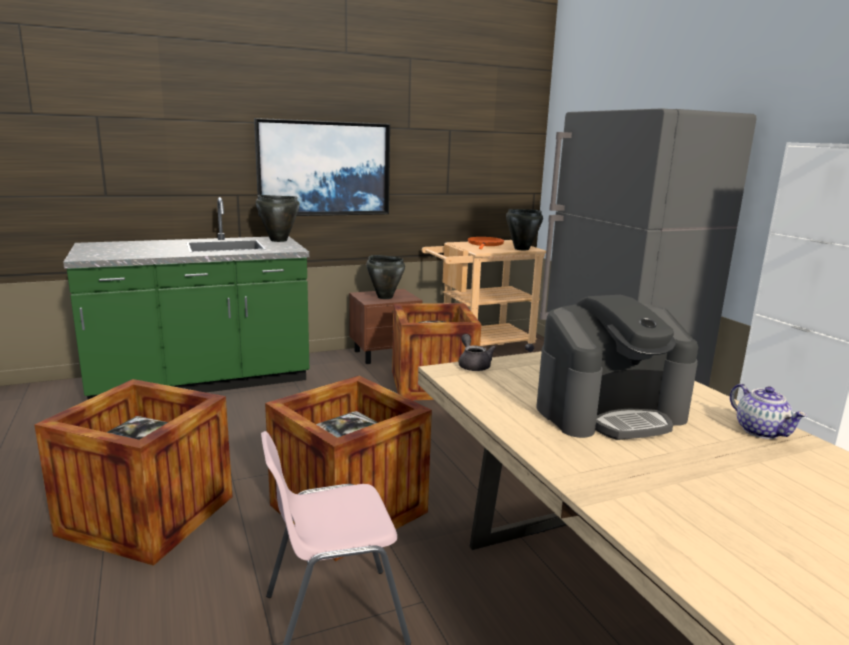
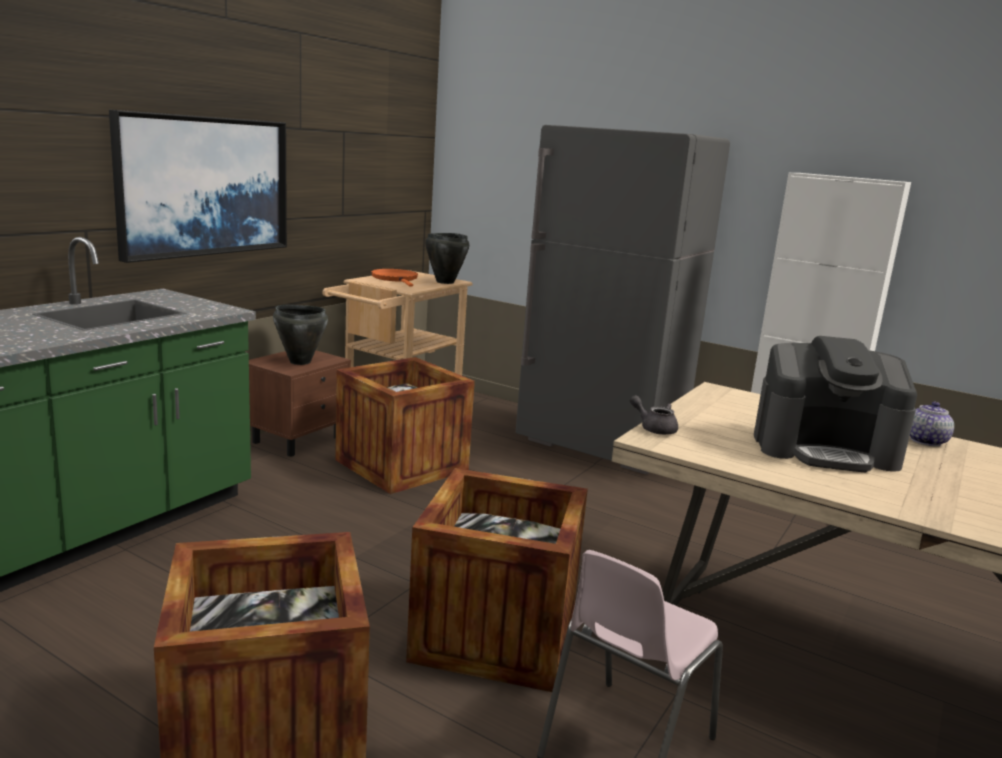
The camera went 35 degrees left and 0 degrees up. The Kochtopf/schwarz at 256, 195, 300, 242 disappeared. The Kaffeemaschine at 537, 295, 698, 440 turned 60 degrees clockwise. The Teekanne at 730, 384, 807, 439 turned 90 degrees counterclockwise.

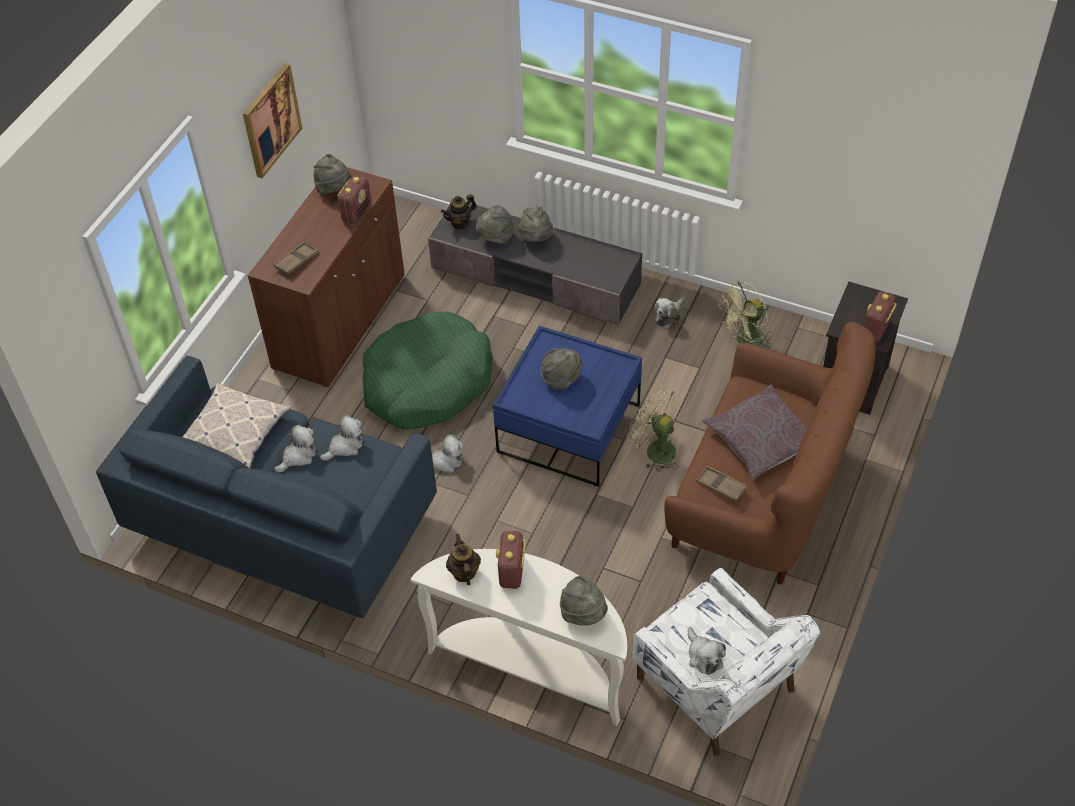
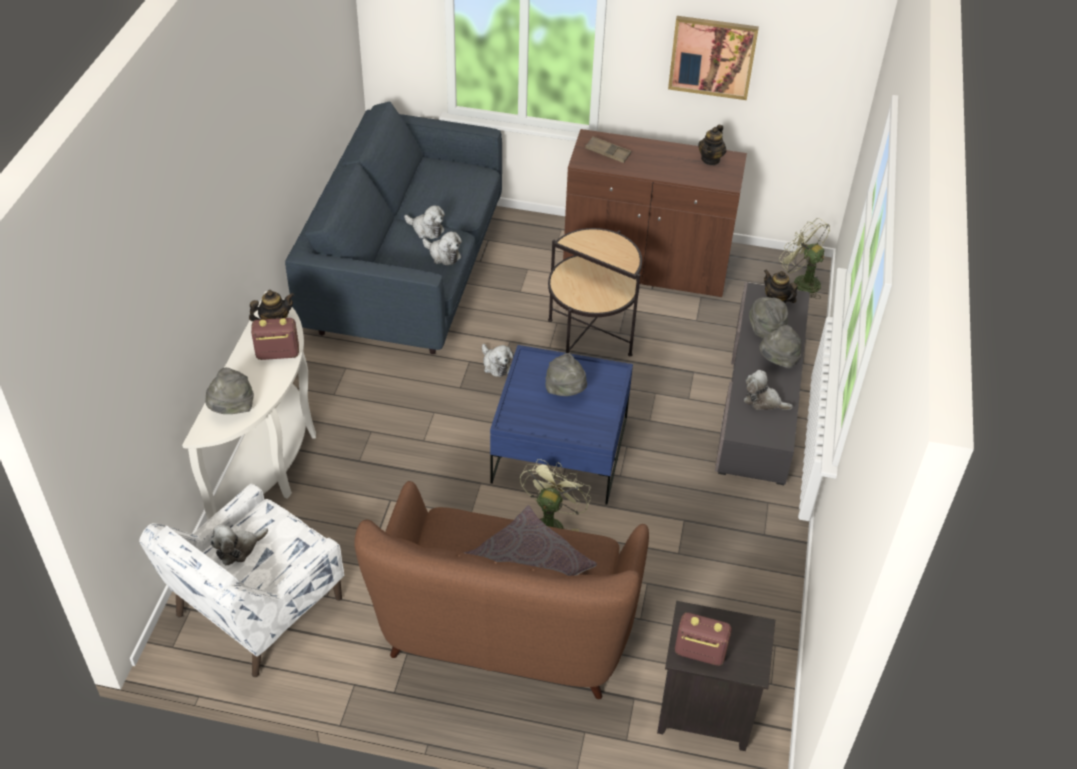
The camera went 75 degrees right and 5 degrees down. The Kissen at 183, 383, 292, 468 disappeared. The Hut/grau at 314, 154, 352, 194 was replaced by the Teekanne at 698, 125, 726, 165. The Radio at 337, 175, 372, 224 disappeared. The Hundebett/grün at 363, 311, 493, 430 was replaced by the Beistelltisch at 548, 228, 642, 356. The Plüschtier moved from 655, 297, 685, 329 to 744, 370, 793, 410. The Tablett/braun at 696, 466, 747, 502 disappeared. The Ventilator/grün moved from 718, 281, 773, 348 to 779, 218, 830, 299.

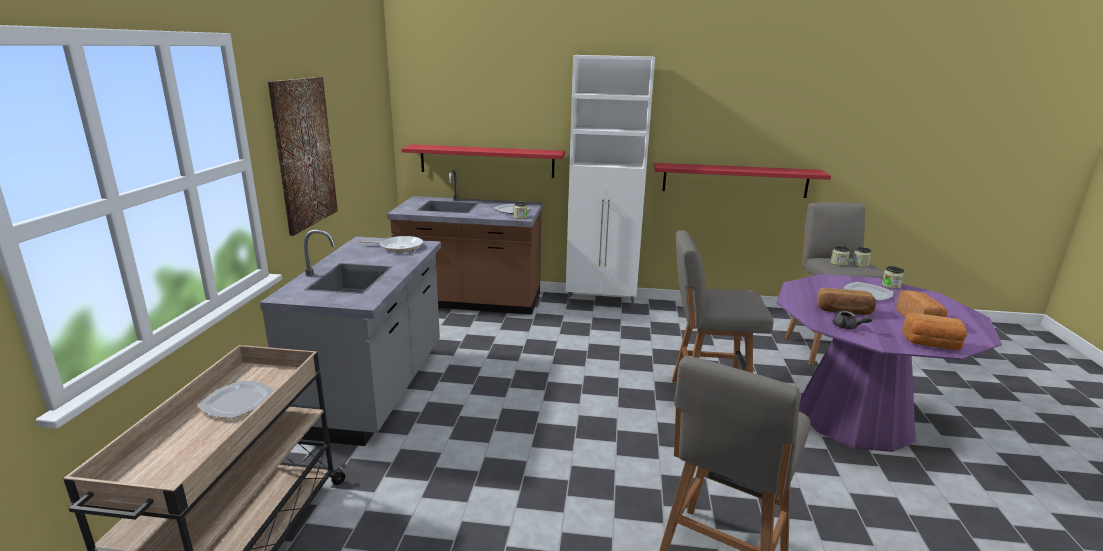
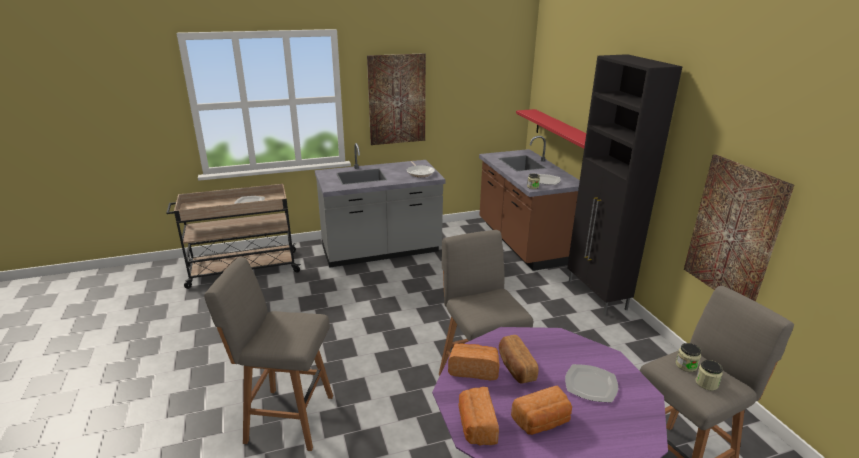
The camera went 65 degrees right and 5 degrees up. The Schrank/weiß at 566, 55, 655, 310 became the Schrank/schwarz at 567, 54, 683, 315. The Wandregal/rot at 654, 163, 831, 198 was replaced by the Bild at 684, 154, 794, 302. The Teekanne/grau at 833, 311, 872, 329 was replaced by the Brot at 448, 343, 499, 380. The Vorratsglas at 881, 266, 904, 289 disappeared.

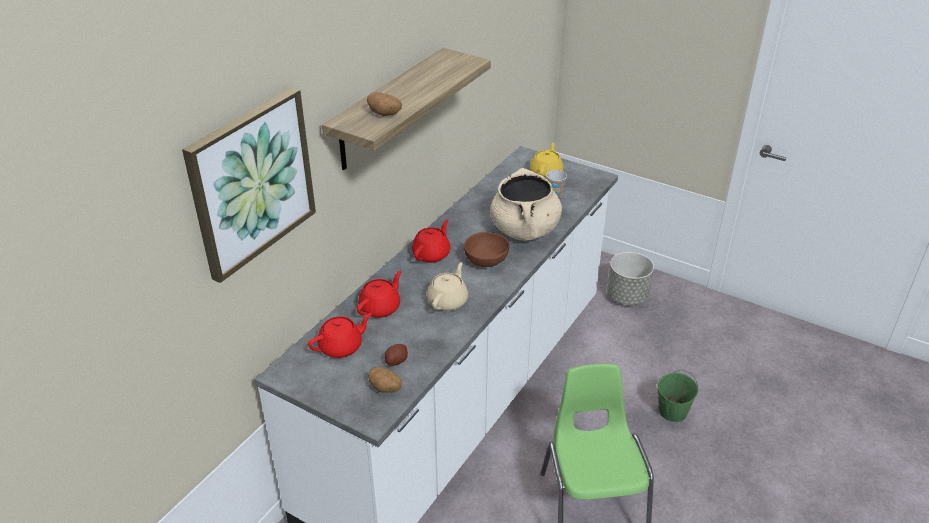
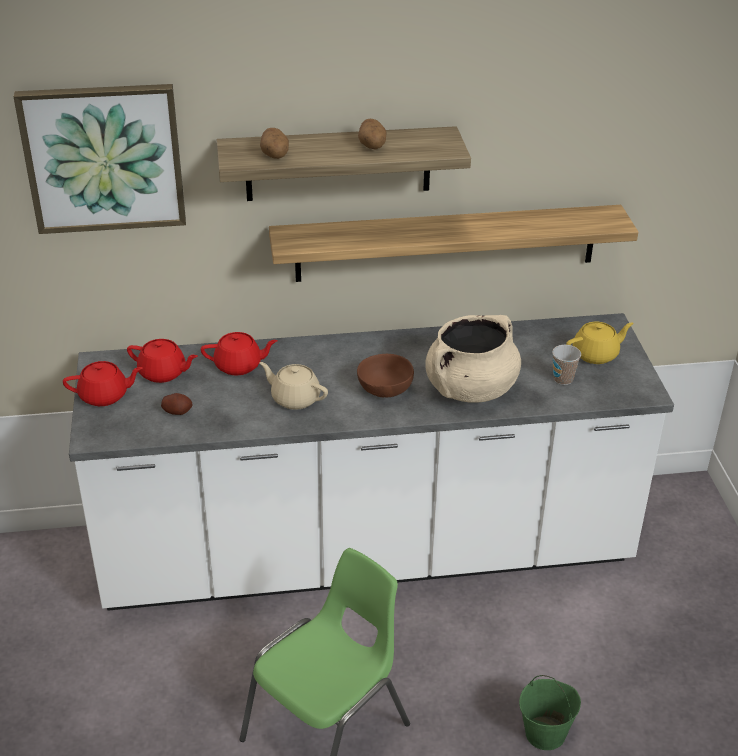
The camera went 50 degrees right and 0 degrees up. The Kartoffel moved from 368, 367, 402, 393 to 358, 119, 386, 150. The Teekanne/rot moved from 412, 219, 450, 263 to 63, 361, 143, 406. The Teekanne/beige at 427, 262, 468, 311 turned 135 degrees counterclockwise. The Pflanzkübel/grau at 607, 252, 654, 305 disappeared. The Wandregal at 269, 205, 638, 282 appeared.

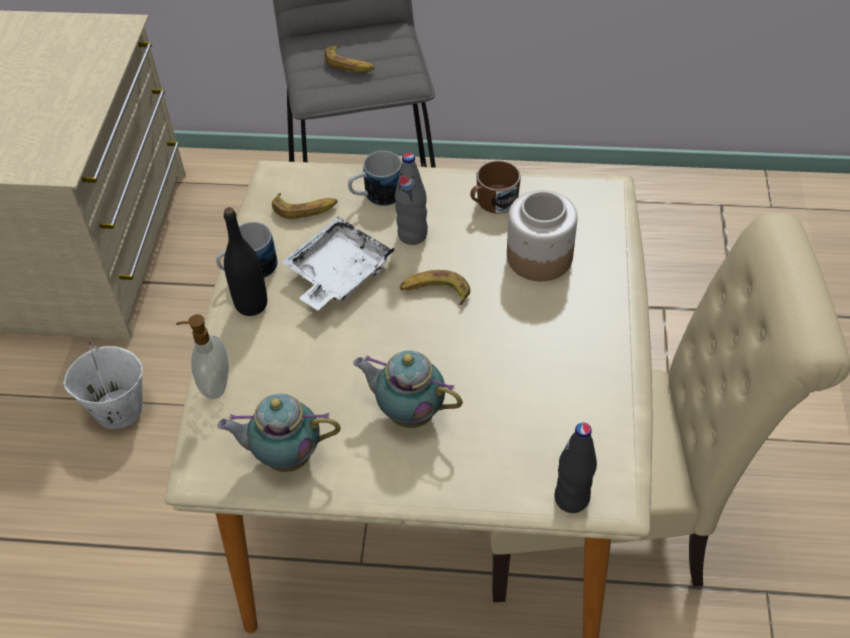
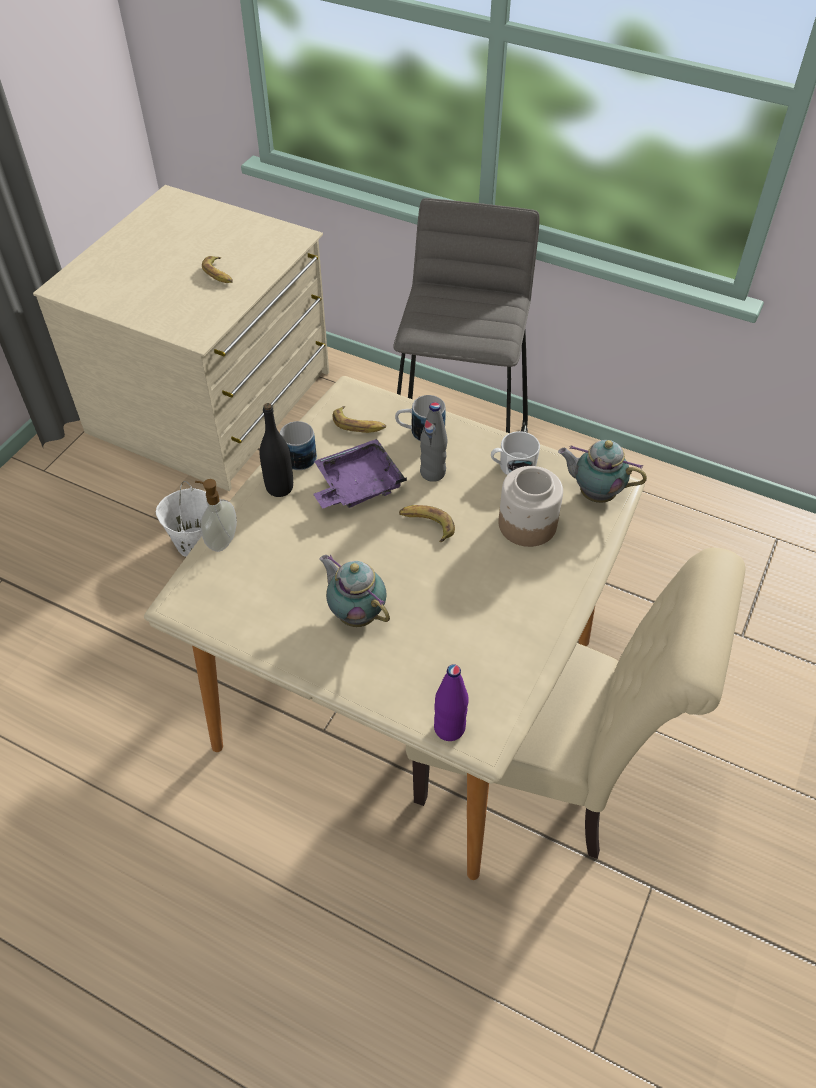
The camera went 20 degrees right and 0 degrees up. The Teekanne moved from 217, 393, 340, 472 to 558, 440, 647, 503. The Tablett/weiß at 282, 217, 394, 310 became the Tablett/lila at 313, 439, 407, 509. The Banane moved from 324, 45, 375, 72 to 202, 256, 233, 283. The Henkelbecher/braun at 470, 160, 521, 213 became the Henkelbecher/weiß at 491, 431, 540, 475. The Flasche/schwarz at 554, 423, 597, 513 became the Flasche/lila at 434, 664, 469, 741.

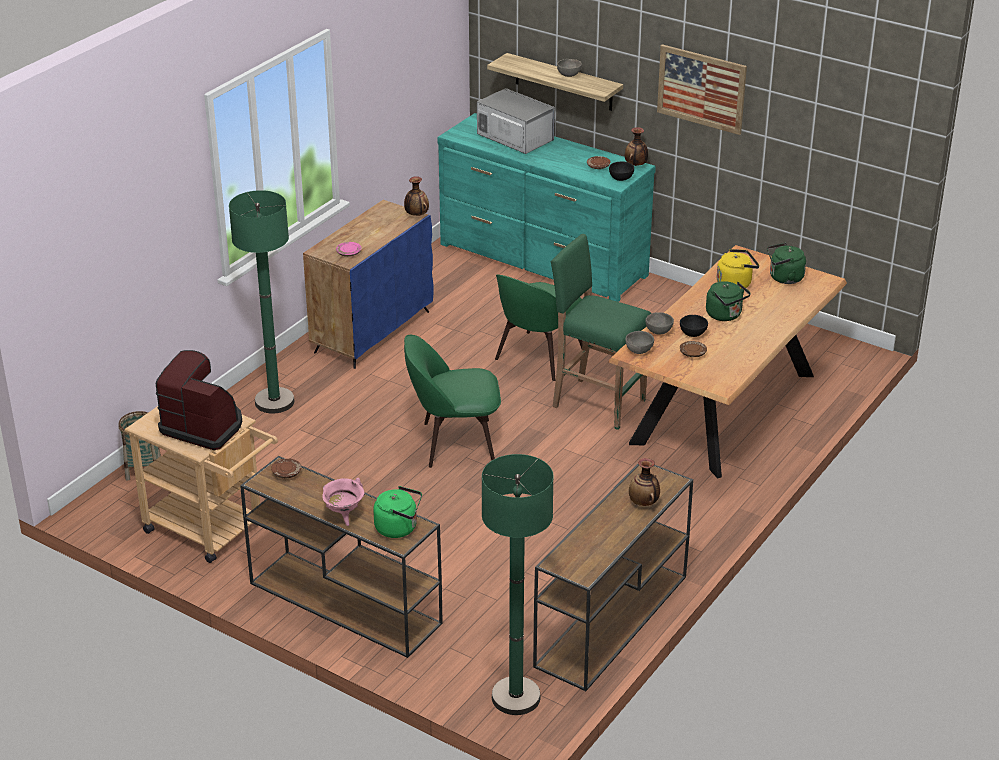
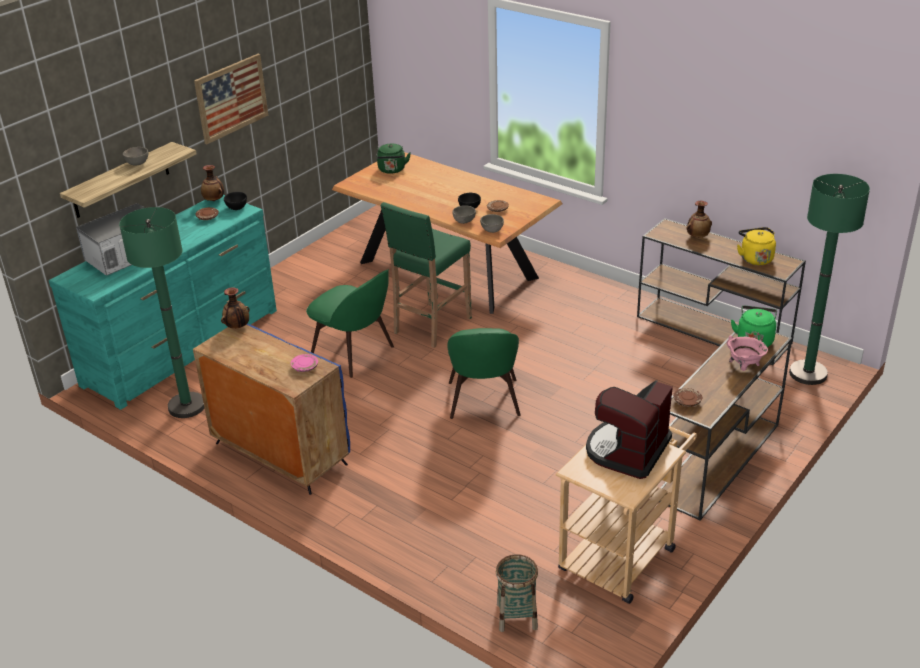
The camera went 85 degrees left and 0 degrees up. The Stehlampe/grün moved from 229, 190, 294, 413 to 119, 207, 204, 418. The Wasserkessel/grün at 706, 281, 751, 321 disappeared. The Wasserkessel/gelb moved from 717, 249, 759, 289 to 737, 227, 776, 265.

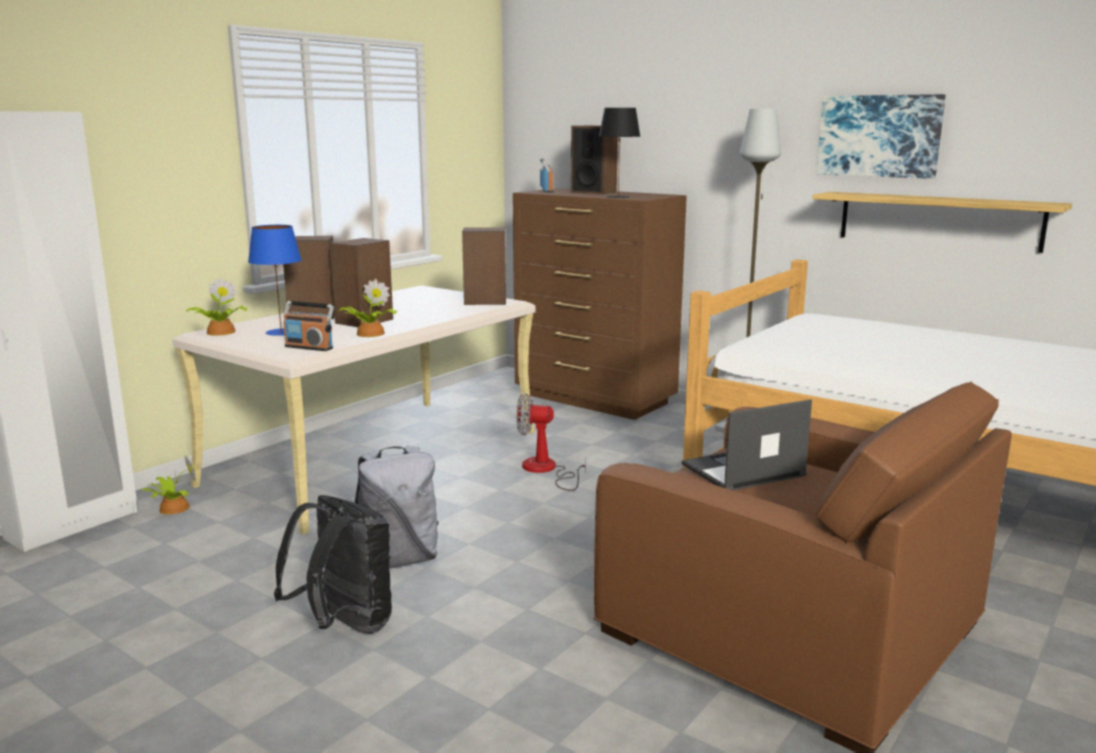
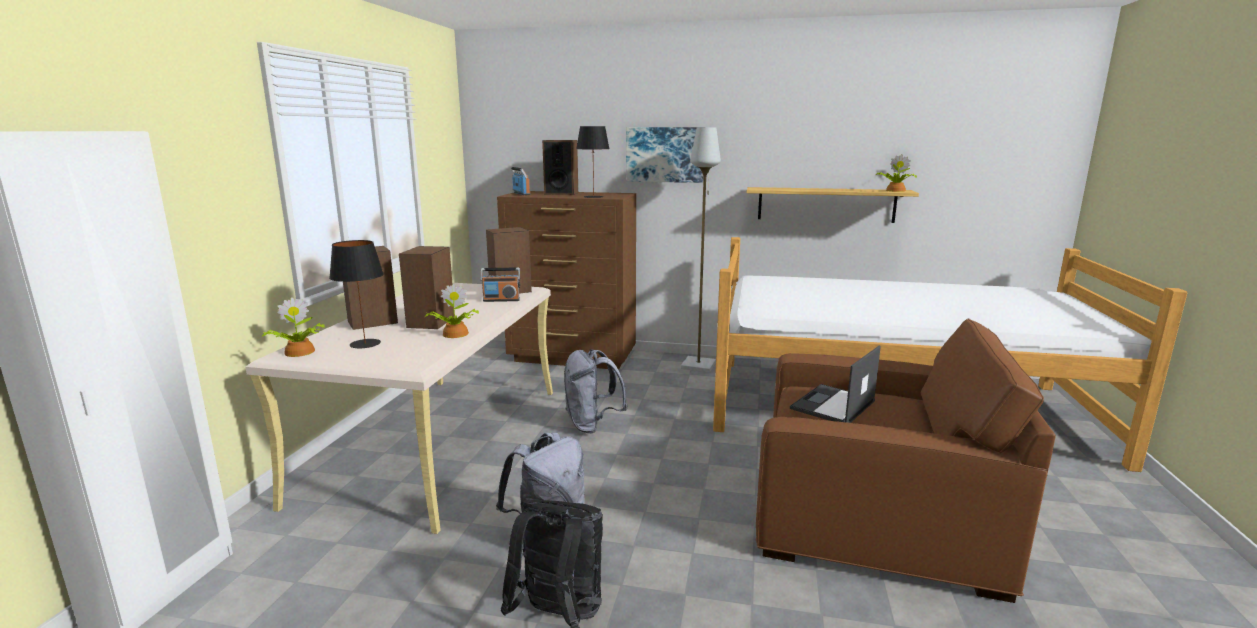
The camera went 25 degrees left and 0 degrees up. The Topfpflanze moved from 141, 455, 196, 515 to 876, 154, 917, 192. The Tischlampe/blau at 248, 225, 302, 336 became the Tischlampe/schwarz at 329, 240, 384, 348. The Radio moved from 283, 301, 334, 351 to 480, 268, 520, 302. The Ventilator at 516, 393, 586, 491 was replaced by the Rucksack/grau at 564, 349, 628, 433. The Bild moved from 816, 94, 946, 179 to 626, 127, 703, 183.

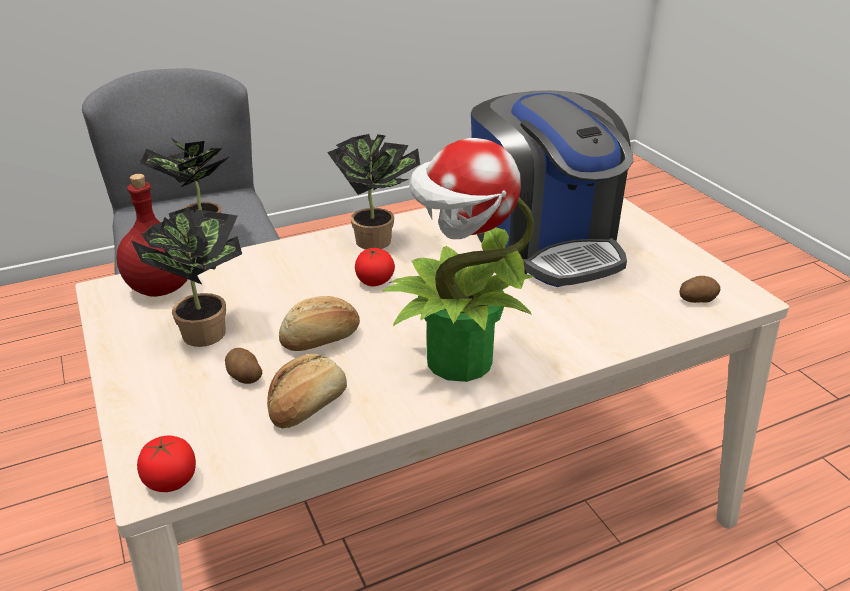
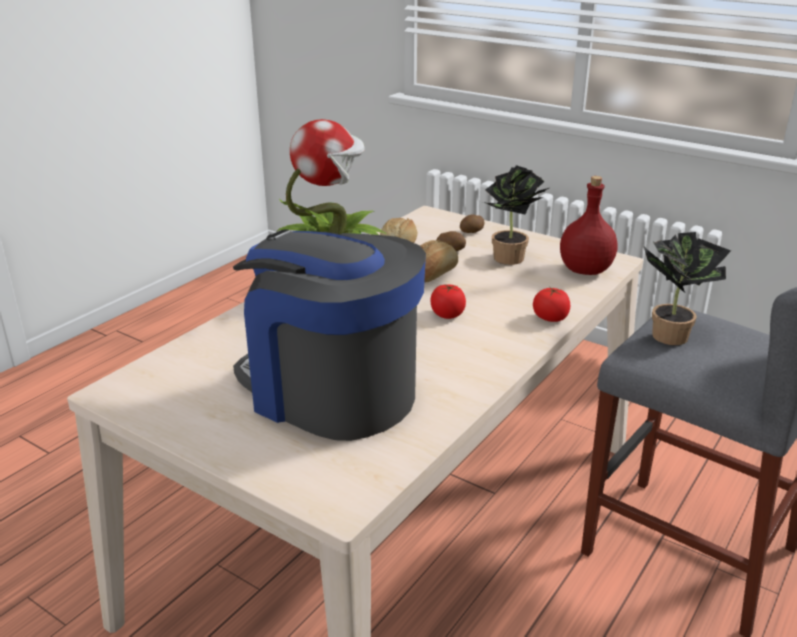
The camera went 150 degrees right and 5 degrees down. The Tomate moved from 137, 435, 196, 492 to 533, 287, 570, 322. The Topfpflanze at 327, 134, 420, 249 disappeared. The Kartoffel moved from 679, 276, 720, 303 to 460, 214, 485, 233.

